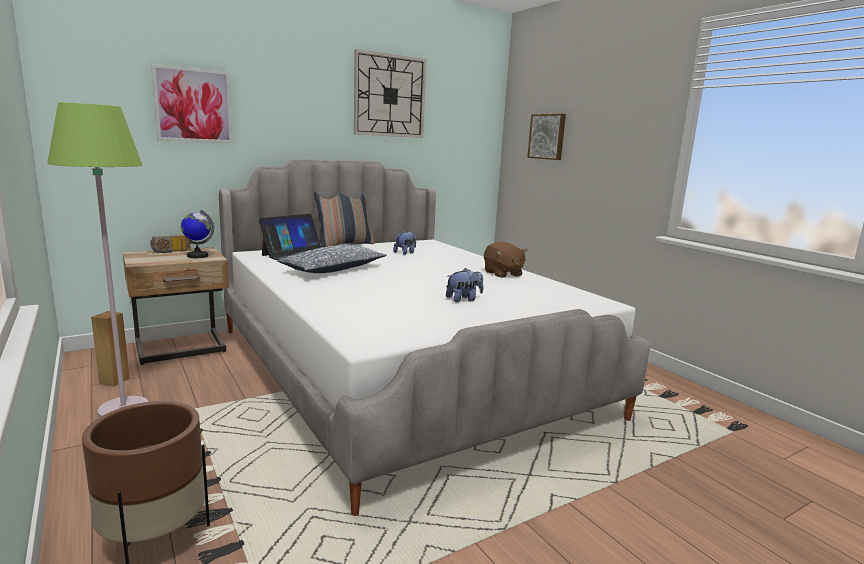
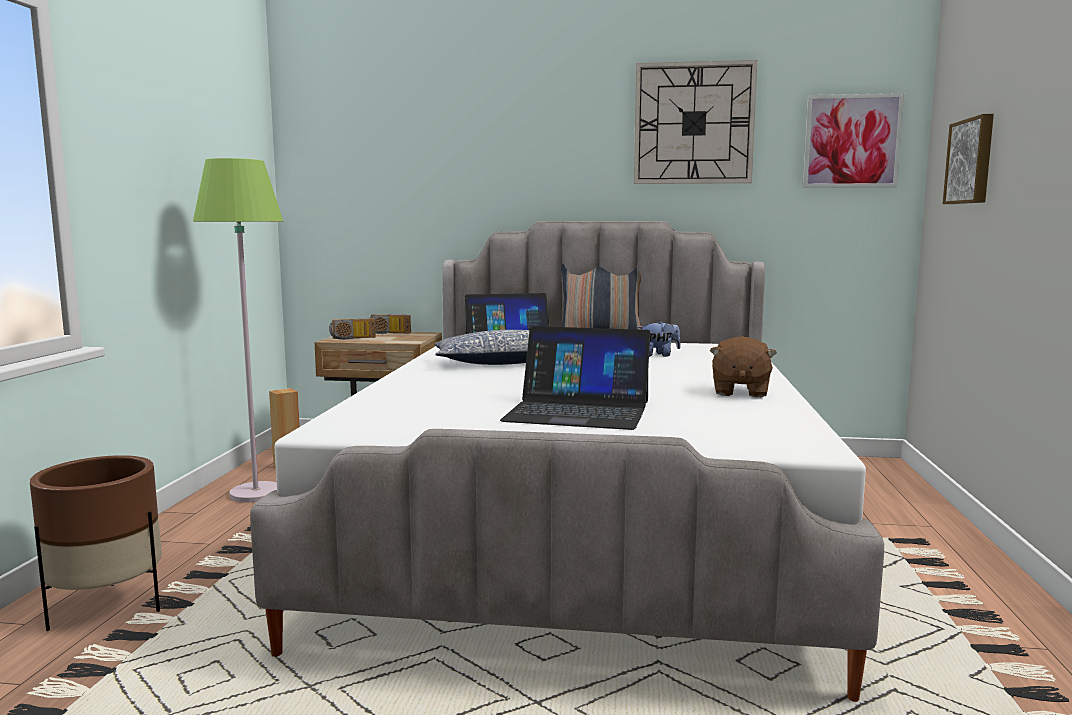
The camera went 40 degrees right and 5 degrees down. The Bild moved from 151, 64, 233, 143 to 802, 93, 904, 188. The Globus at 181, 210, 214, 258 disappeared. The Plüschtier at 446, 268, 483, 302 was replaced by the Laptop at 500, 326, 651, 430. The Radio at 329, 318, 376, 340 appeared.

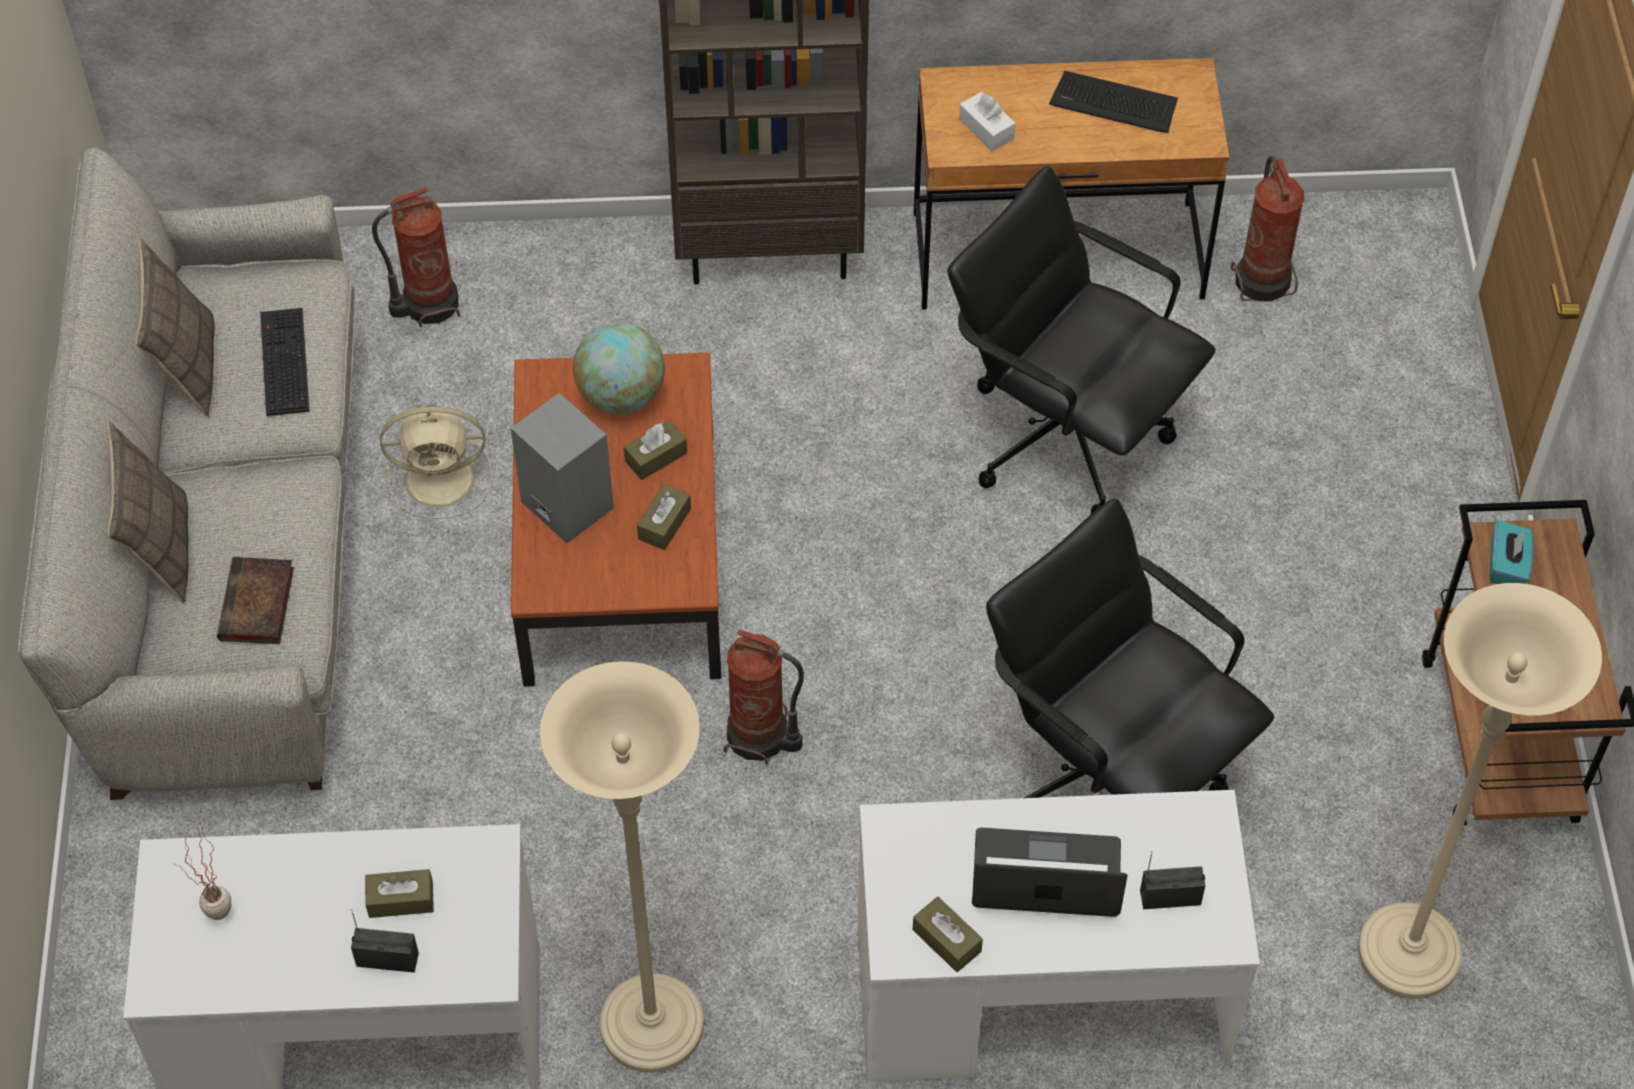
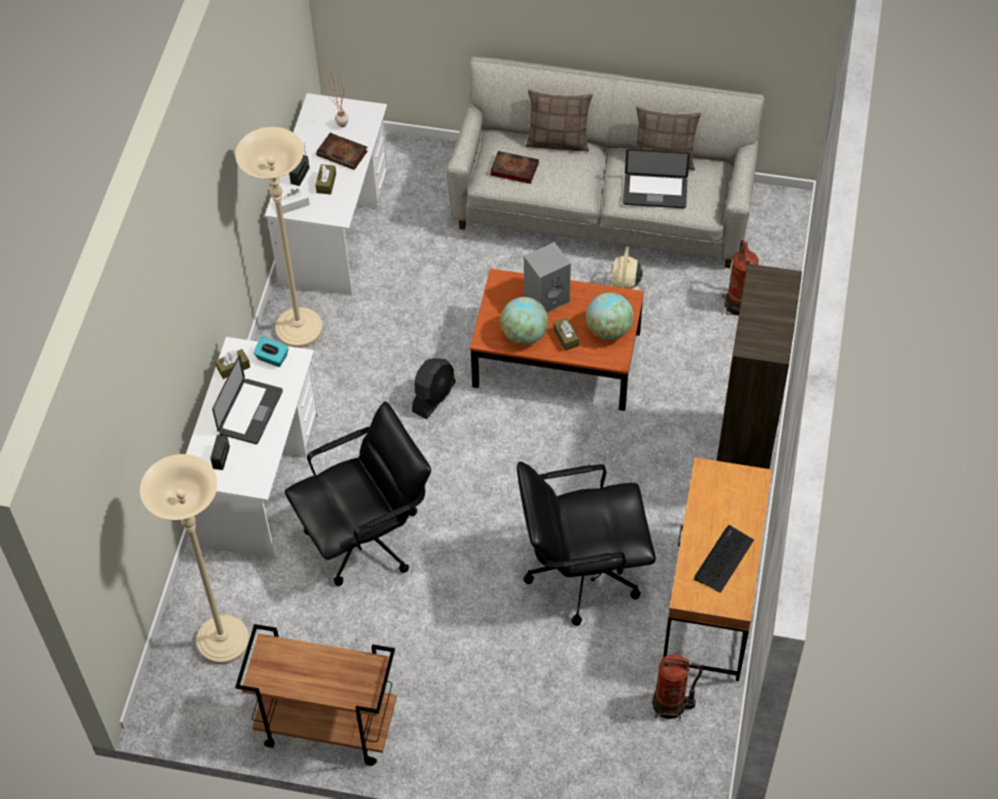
The camera went 105 degrees right and 0 degrees up. The Tastatur at 259, 308, 310, 417 was replaced by the Laptop at 623, 149, 690, 208. The Taschentuchbox/braun at 637, 484, 691, 550 was replaced by the Globus at 500, 297, 548, 345. The Feuerlöscher at 724, 630, 804, 764 was replaced by the Ventilator/schwarz at 412, 358, 456, 419. The Bürostuhl/schwarz at 948, 166, 1216, 514 turned 150 degrees counterclockwise. The Taschentuchbox/weiß moved from 959, 91, 1016, 151 to 281, 187, 310, 214. The Taschentuchbox/türkis moved from 1490, 520, 1533, 584 to 253, 337, 289, 367. The Buch at 316, 133, 368, 170 appeared.

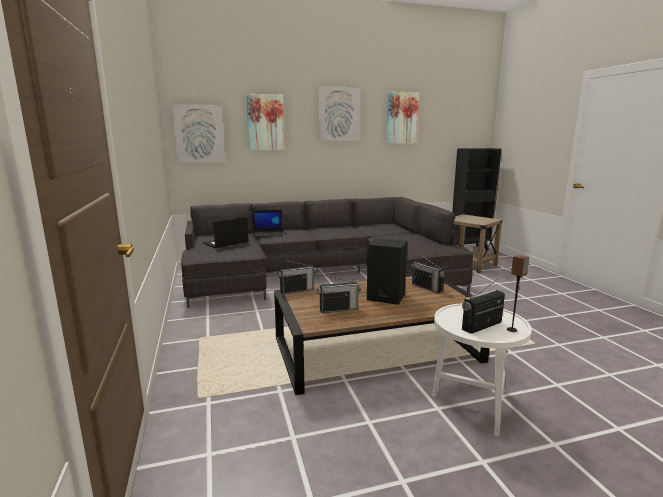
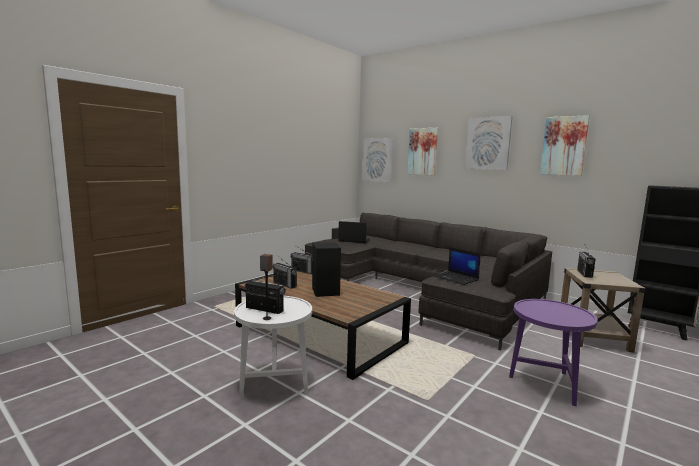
The camera went 55 degrees right and 5 degrees down. The Laptop moved from 252, 210, 283, 237 to 433, 248, 481, 285. The Radio moved from 411, 253, 445, 293 to 577, 245, 596, 278. The Beistelltisch/lila at 509, 299, 598, 406 appeared.

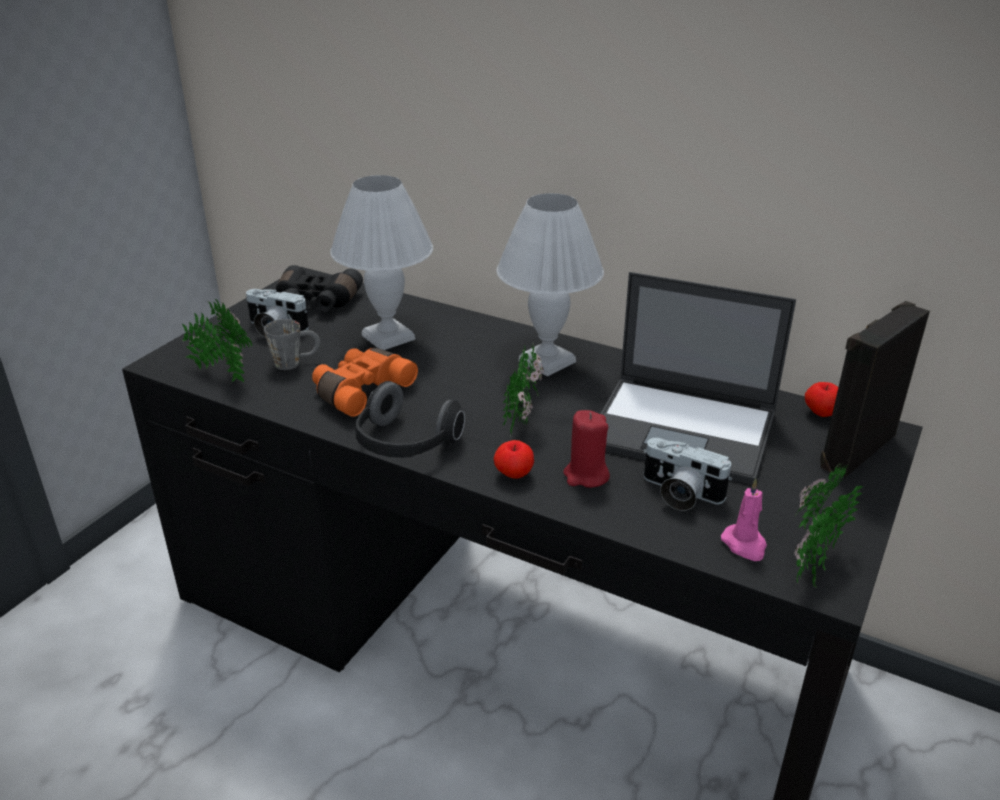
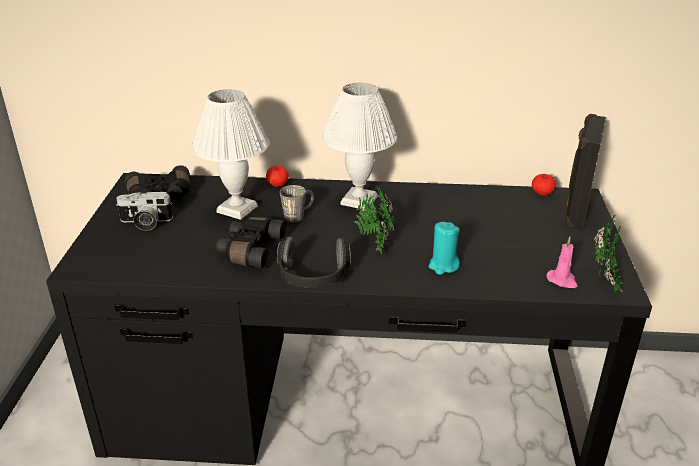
The camera went 25 degrees left and 0 degrees up. The Topfpflanze at 182, 299, 252, 382 disappeared. The Henkelbecher/grau moved from 264, 319, 320, 370 to 280, 185, 314, 223. The Fernglas/orange at 312, 348, 418, 417 became the Fernglas/schwarz at 216, 217, 286, 269. The Apfel moved from 494, 440, 534, 479 to 266, 165, 289, 187. The Kerze/rot at 563, 410, 610, 488 became the Kerze/türkis at 429, 222, 460, 275. The Laptop at 601, 272, 796, 484 disappeared. The Kamera at 644, 438, 732, 511 disappeared.

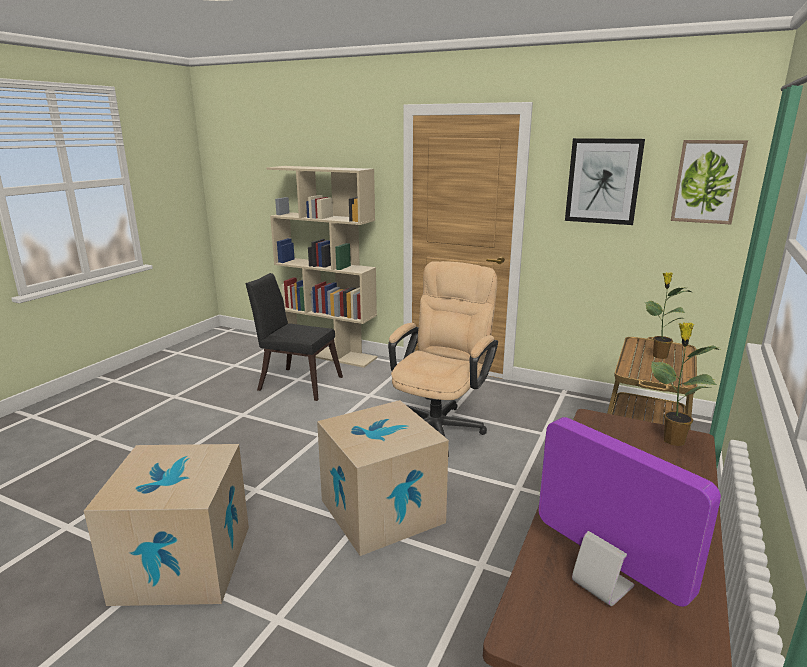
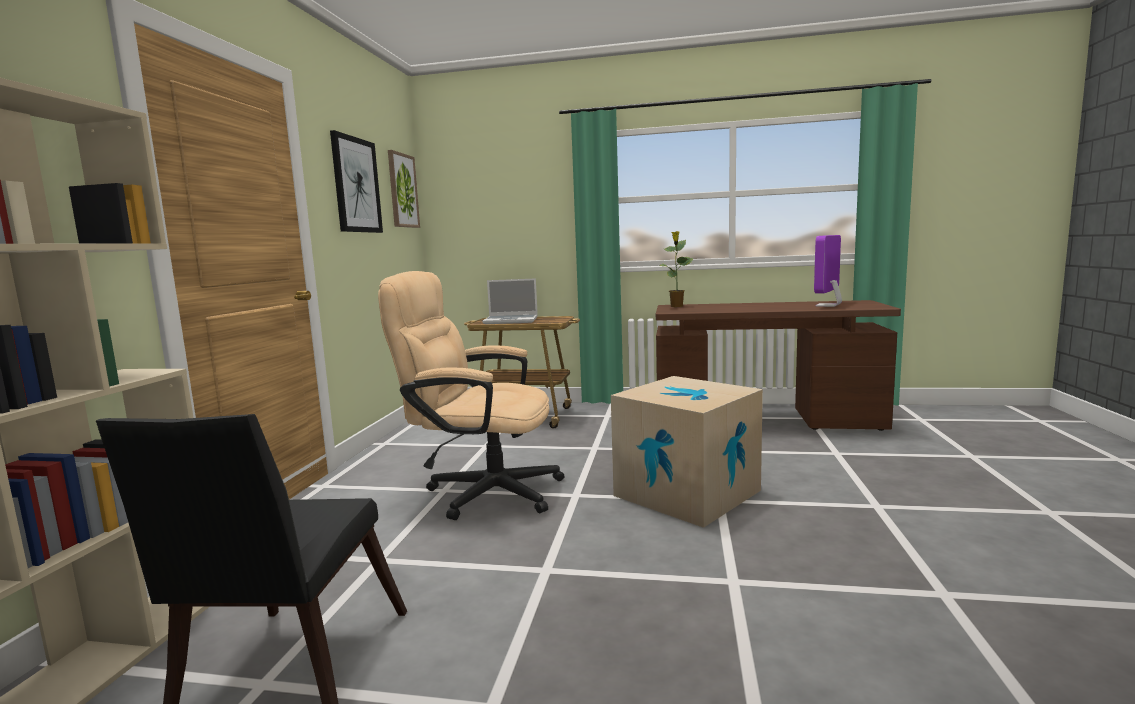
The camera went 105 degrees left and 10 degrees down. The Karton at 84, 444, 249, 606 disappeared. The Topfpflanze at 645, 272, 691, 359 was replaced by the Laptop at 482, 278, 538, 324.

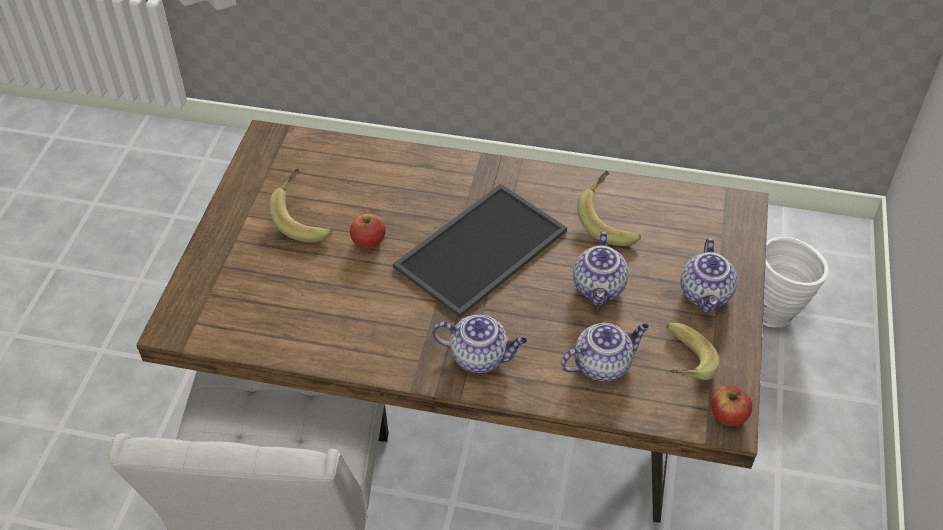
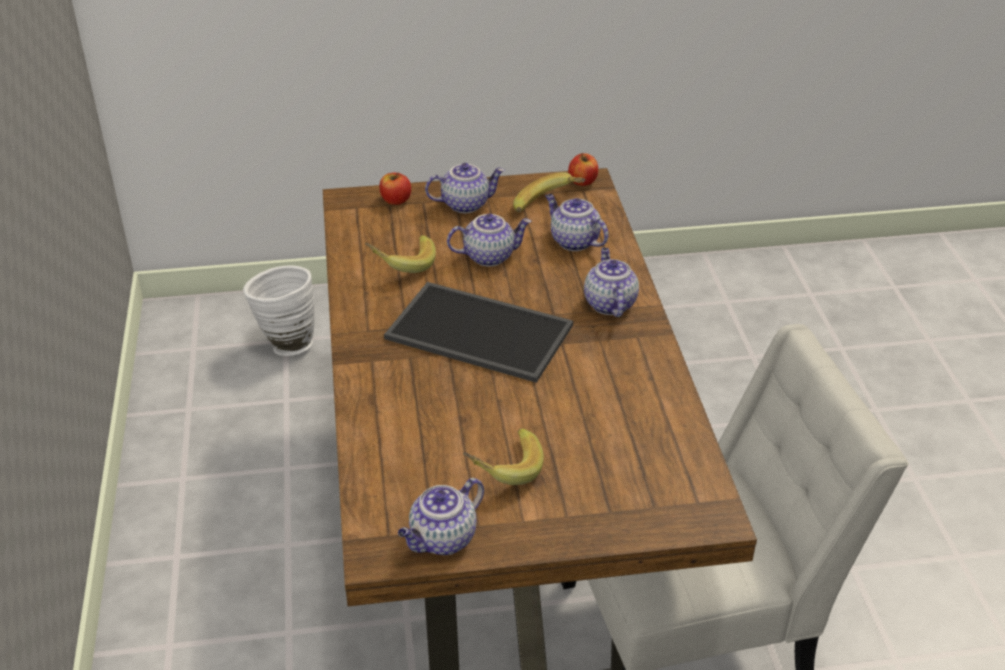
The camera went 110 degrees left and 10 degrees down. The Apfel moved from 350, 214, 385, 249 to 379, 173, 411, 205. The Teekanne at 398, 478, 484, 555 appeared.

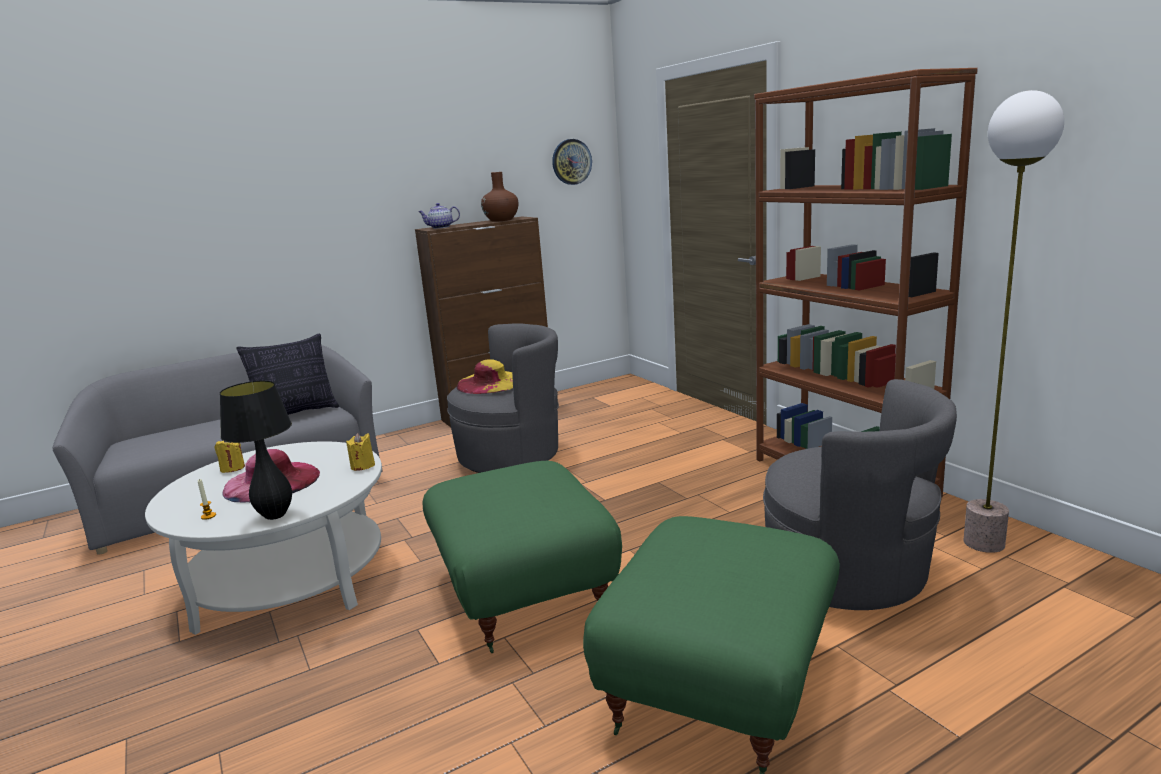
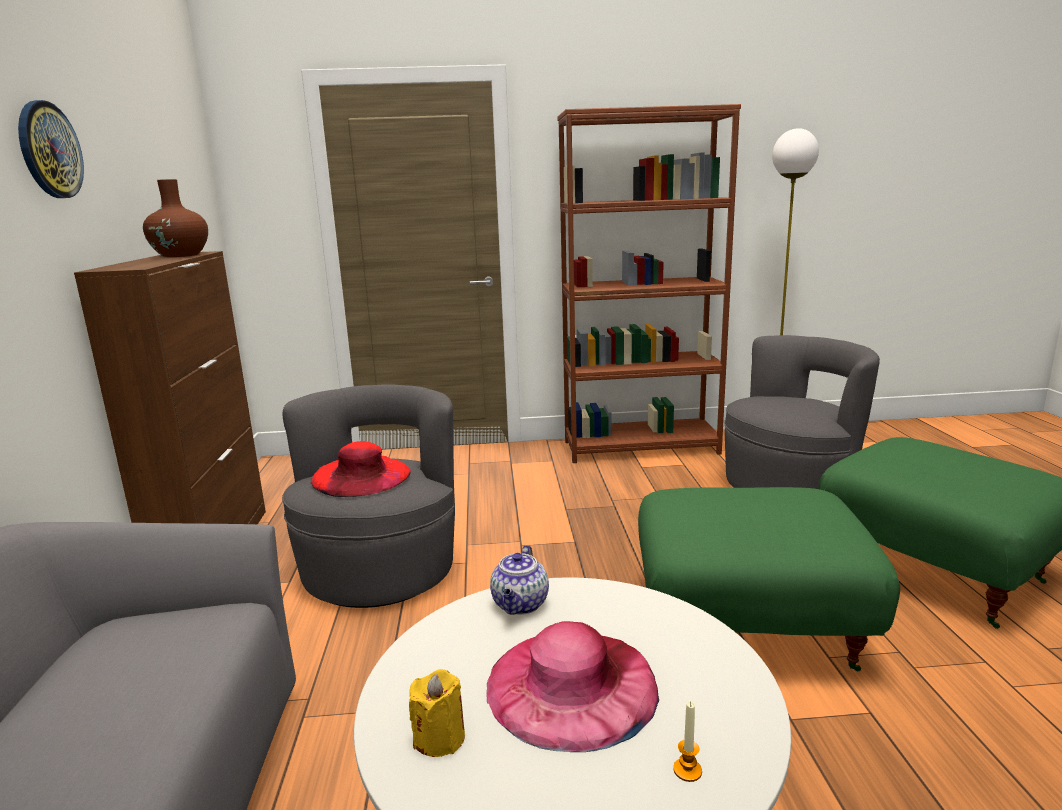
The camera went 65 degrees left and 0 degrees up. The Tischlampe/schwarz at 220, 380, 292, 520 disappeared. The Kissen at 237, 333, 339, 415 disappeared. The Kerze/gelb at 346, 433, 375, 471 disappeared. The Teekanne moved from 418, 203, 460, 229 to 490, 545, 549, 615. The Hut/gelb at 456, 359, 513, 394 became the Hut/rot at 311, 441, 411, 497. The Wanduhr moved from 552, 139, 592, 185 to 18, 100, 84, 198.

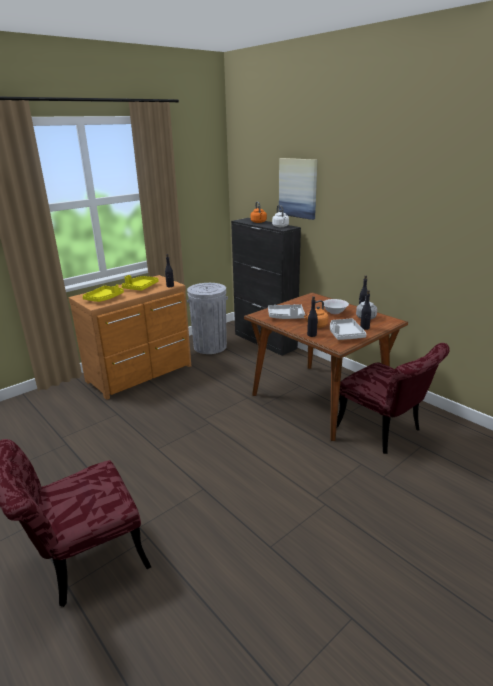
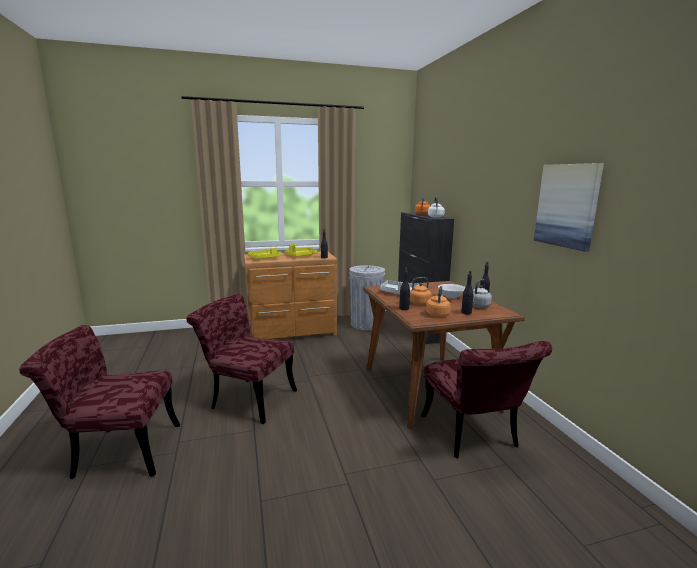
The camera went 25 degrees right and 10 degrees down. The Bild moved from 279, 158, 318, 220 to 534, 163, 604, 252. The Tablett/grau at 330, 318, 366, 340 was replaced by the Wasserkessel/orange at 426, 286, 451, 317. The Stuhl/rot at 186, 294, 297, 424 appeared.

